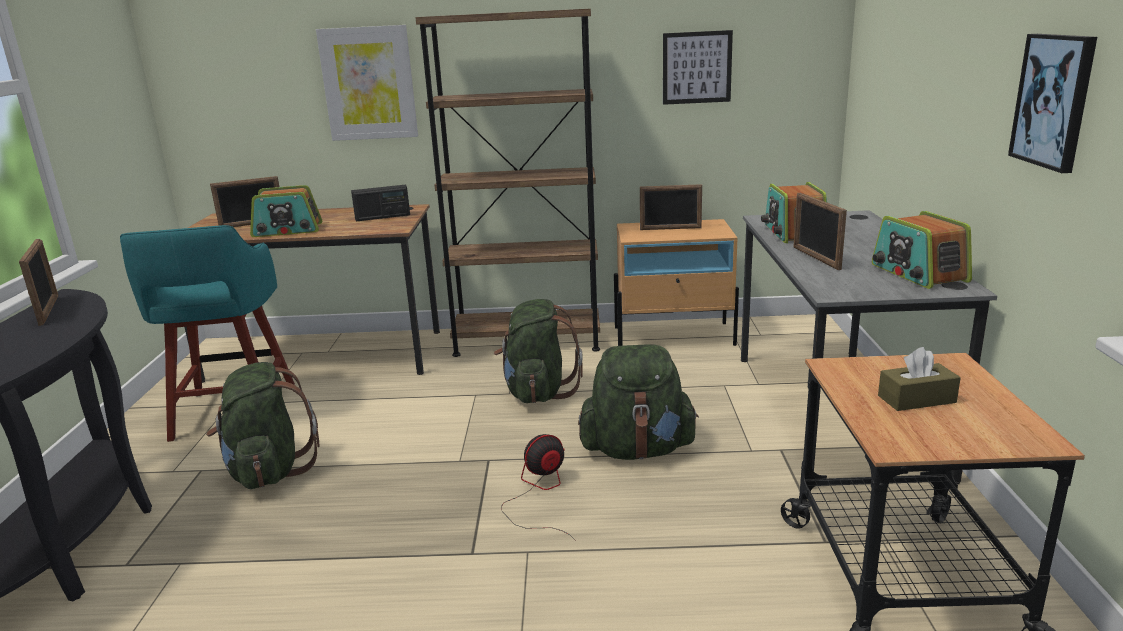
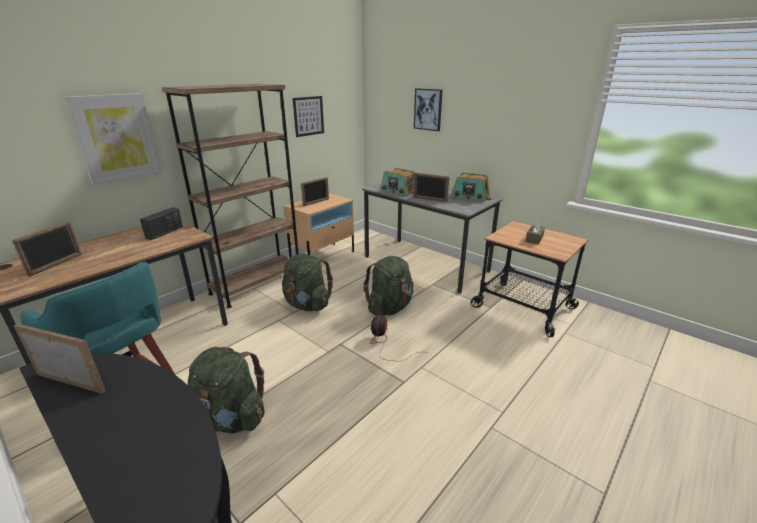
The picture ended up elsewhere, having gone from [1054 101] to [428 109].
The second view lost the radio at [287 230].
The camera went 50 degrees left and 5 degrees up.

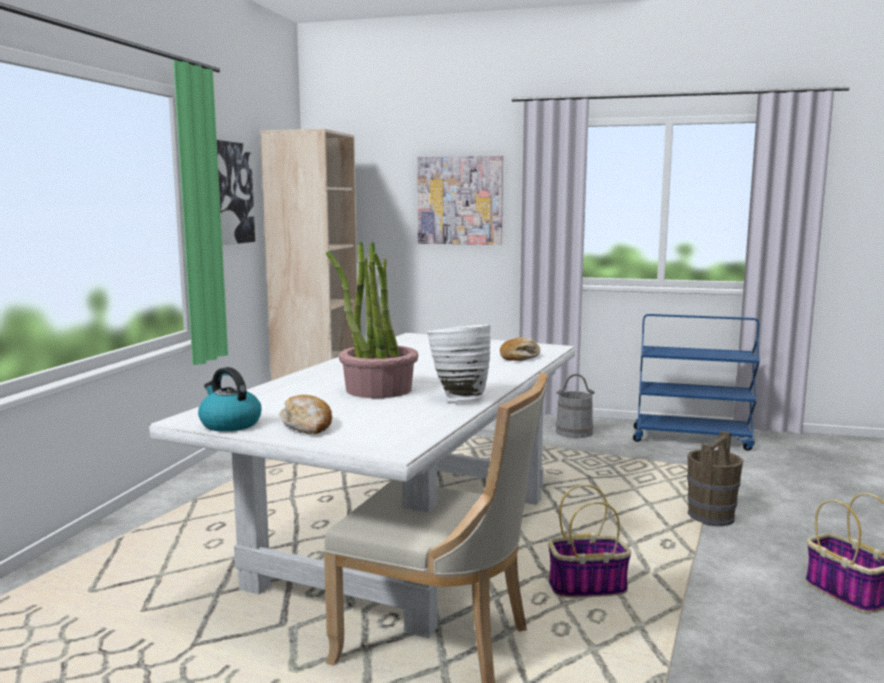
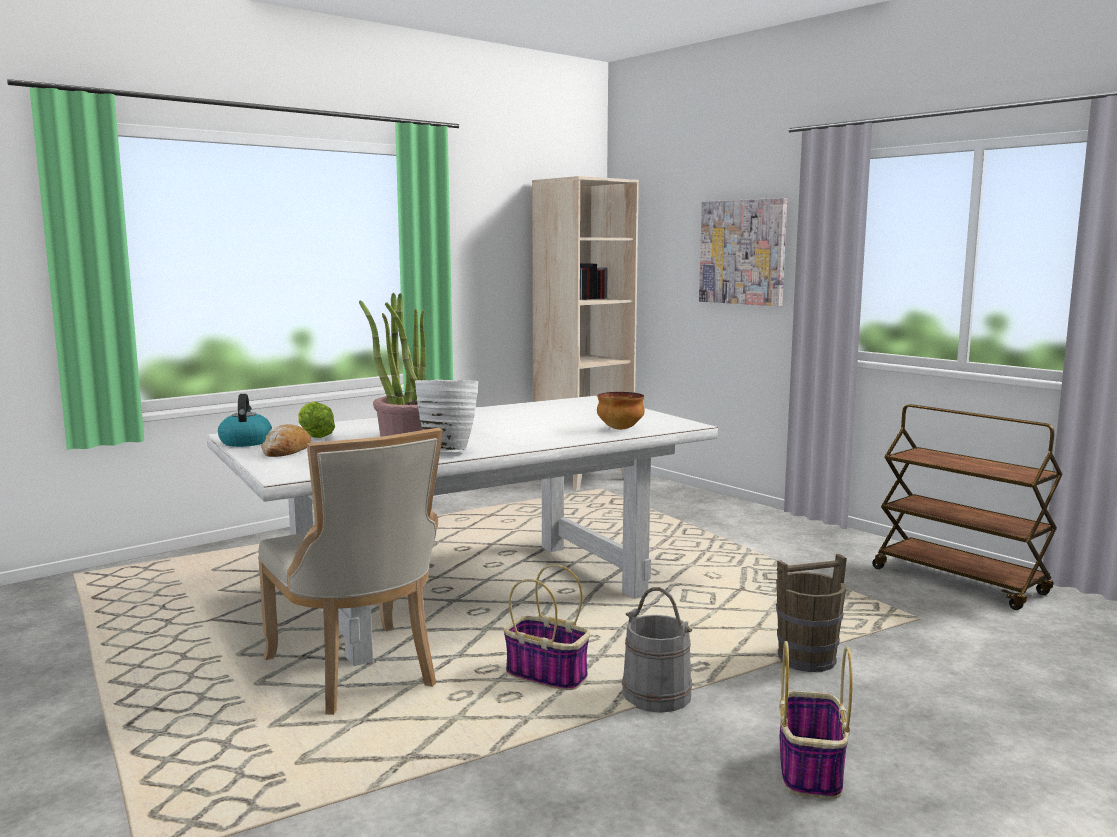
The second view gained the lettuce at [314 436].
Where the bread stood at [520 357], the bowl came to stand at [620 429].
The bucket (grey) ended up elsewhere, having gone from [574 432] to [657 695].
What was the cart (blue) at [692 439] turned into the cart (brown) at [960 581].
The second view lost the picture at [230 193].
The camera went 35 degrees right and 0 degrees up.

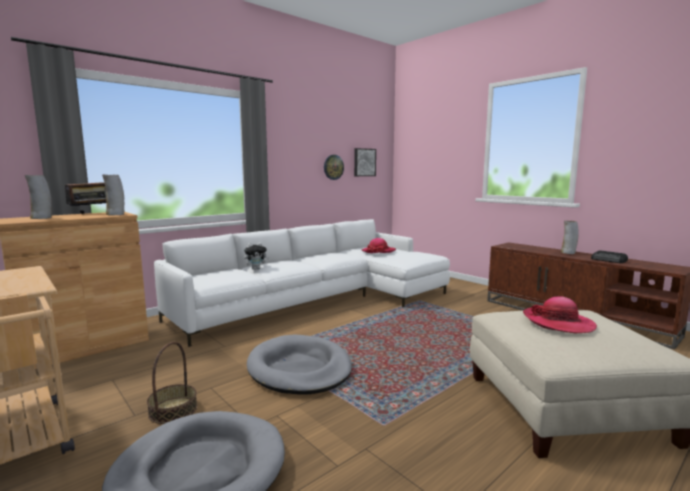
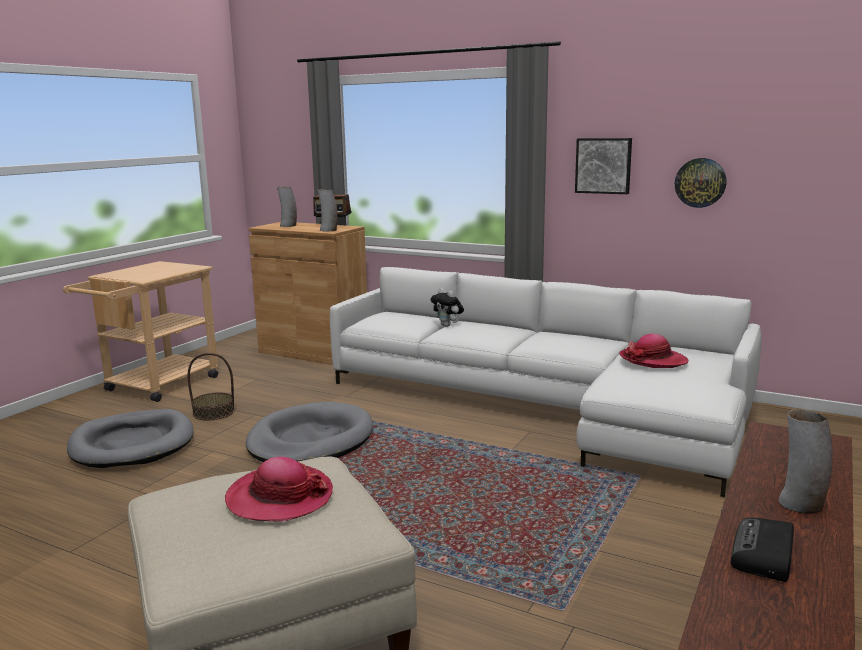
The picture ended up elsewhere, having gone from [364 162] to [603 165].
The camera went 70 degrees right and 5 degrees up.

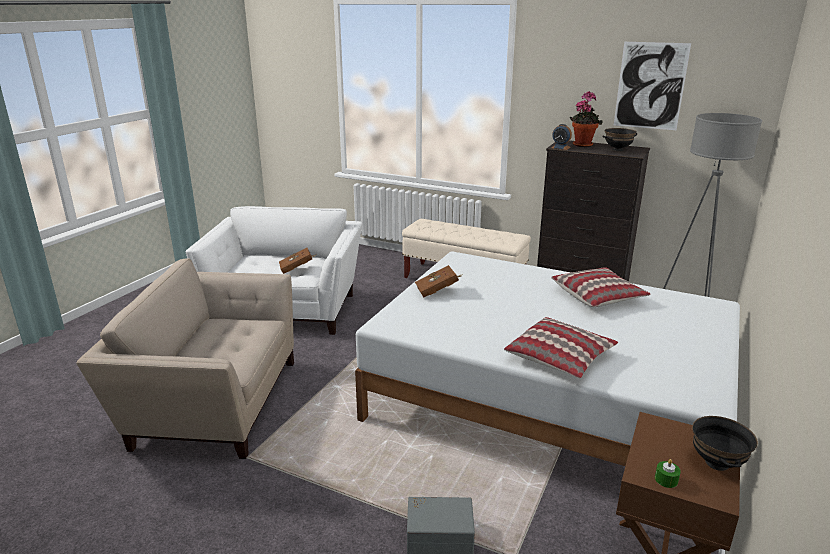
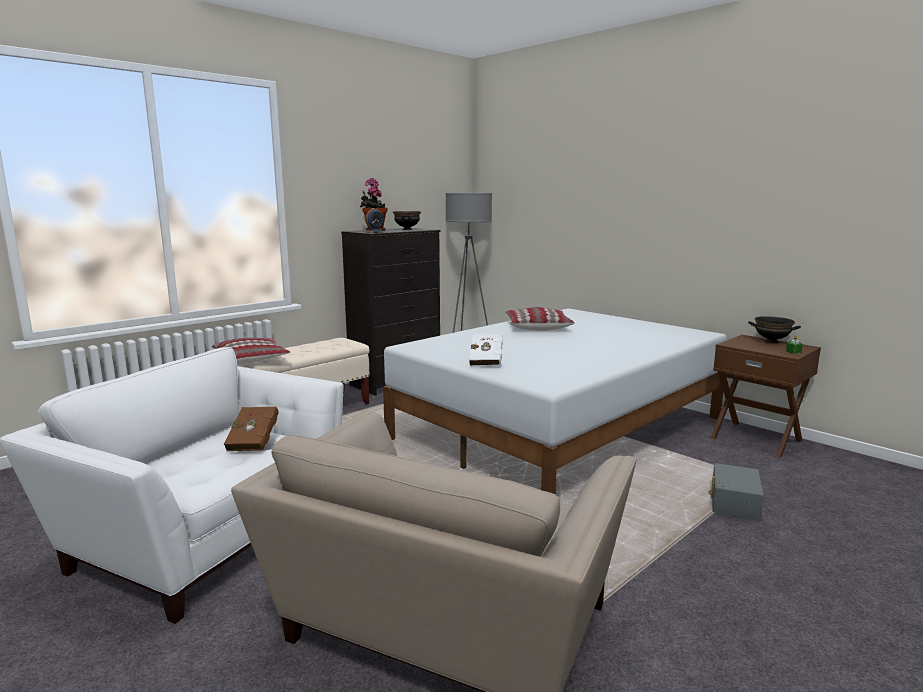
The pillow ended up elsewhere, having gone from [560 357] to [251 359].
What was the book (brown) at [438 291] turned into the book (white) at [487 361].
The second view lost the picture at [650 86].
The camera went 70 degrees left and 10 degrees down.

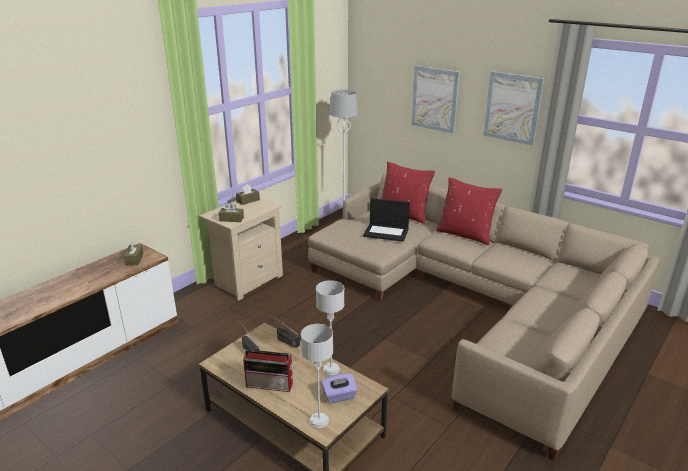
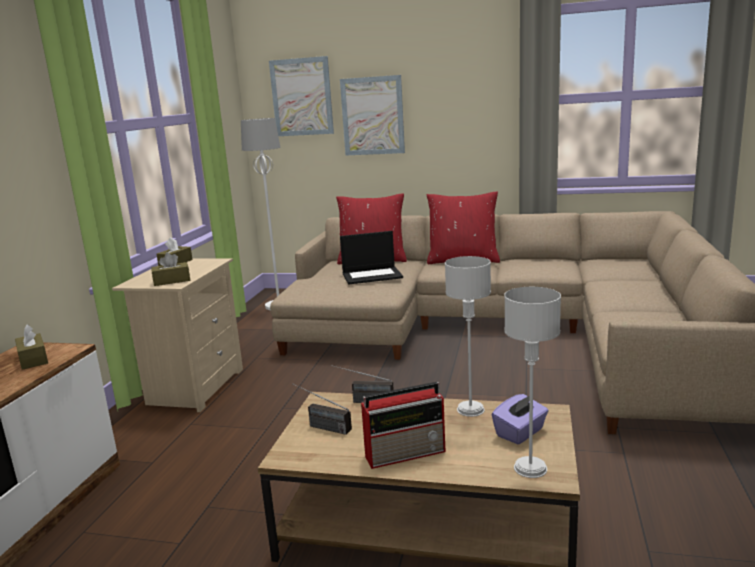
The picture ended up elsewhere, having gone from [512 108] to [302 97].
The camera went 25 degrees left and 10 degrees down.

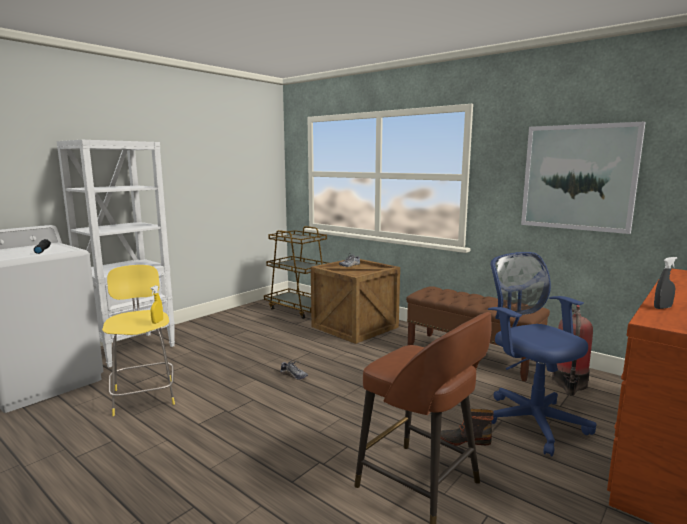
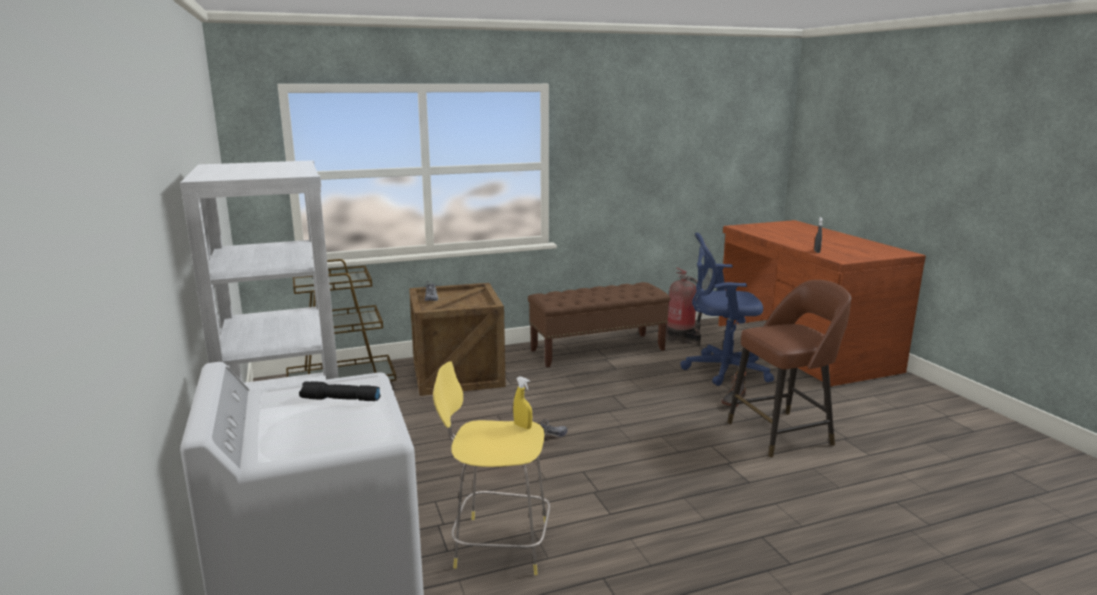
The second view lost the picture at [578 177].
The camera went 60 degrees left and 5 degrees up.

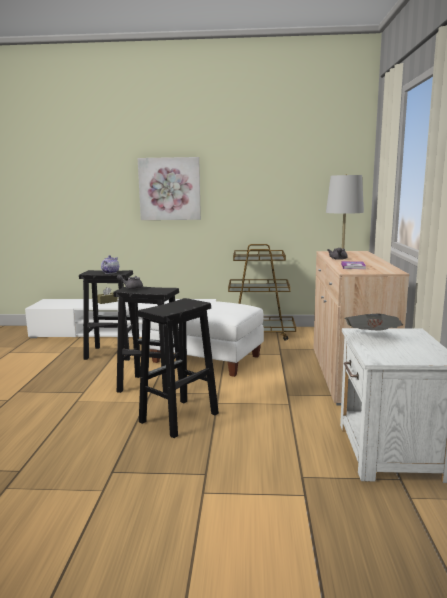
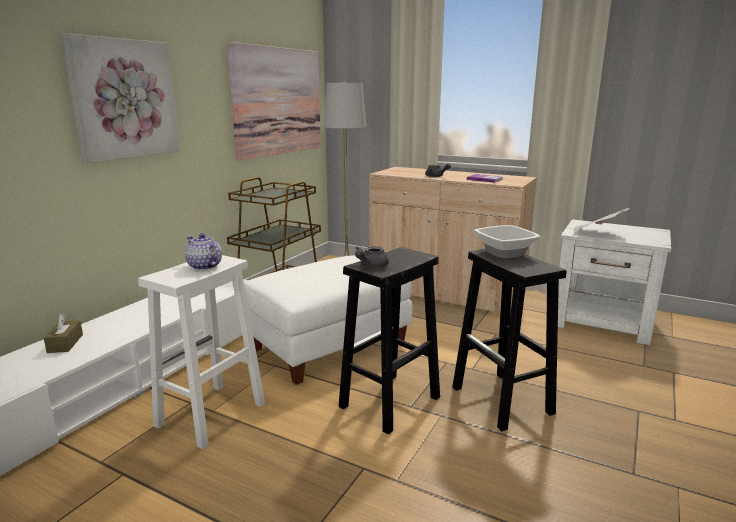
What was the stool (black) at [111 353] turned into the stool (white) at [210 415].
The second view gained the picture at [278 101].
The second view gained the bowl at [505 253].
The camera went 65 degrees left and 5 degrees up.

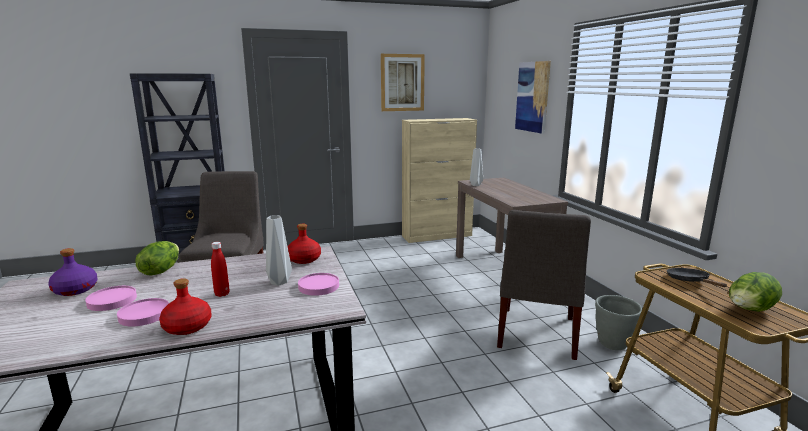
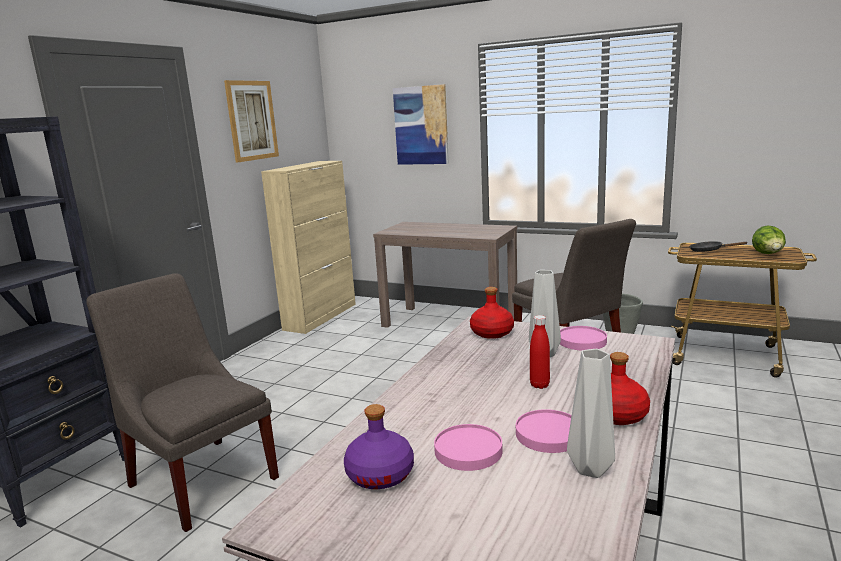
The vase (grey) ended up elsewhere, having gone from [475 185] to [591 470].
The second view lost the lettuce at [160 270].
The camera went 45 degrees left and 0 degrees up.

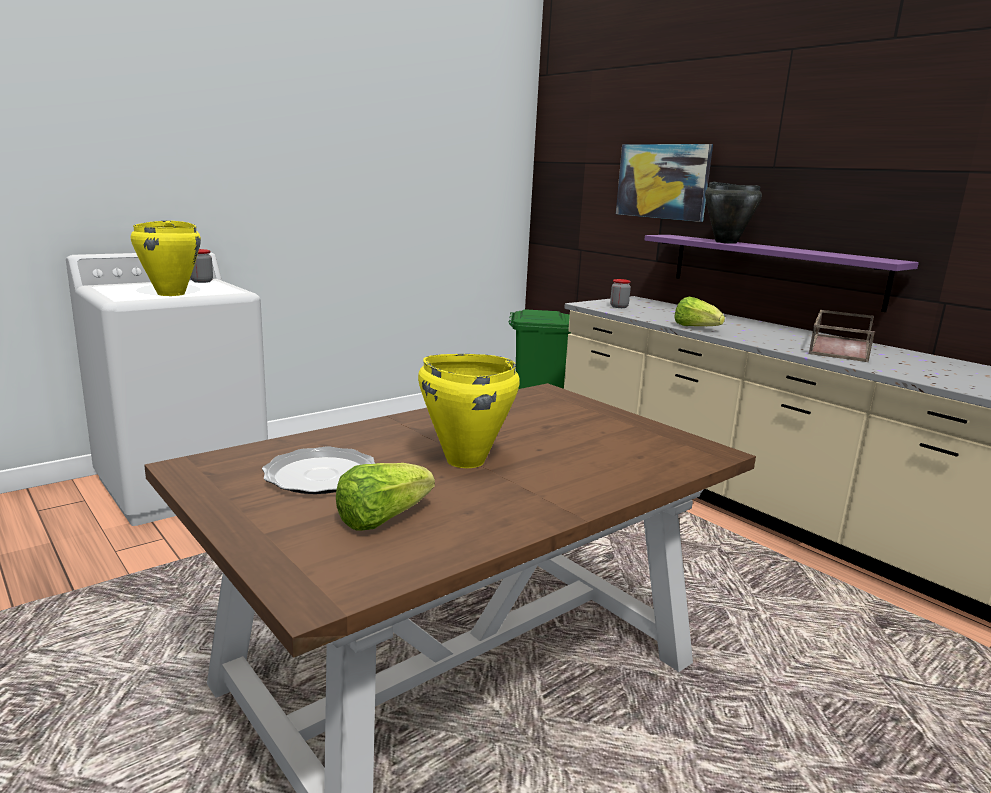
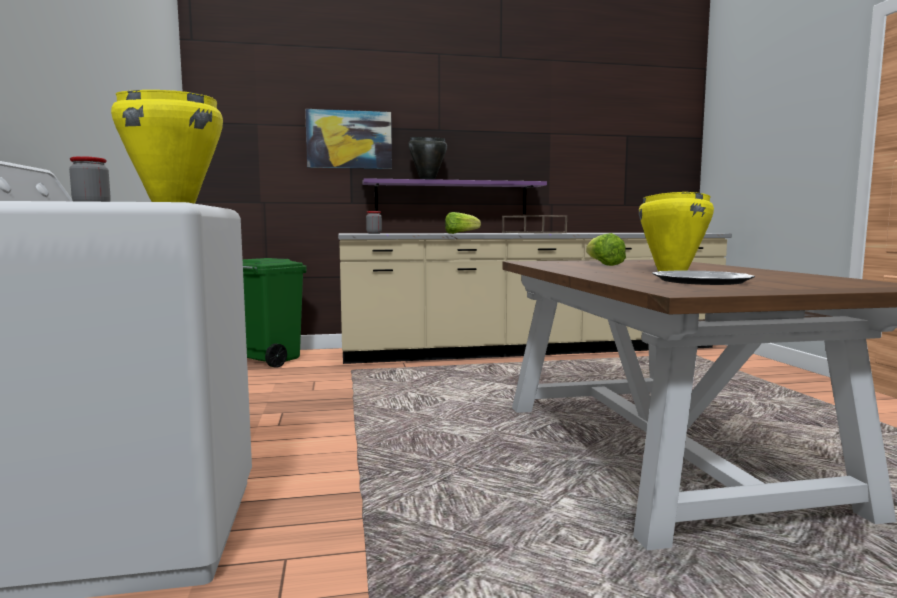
The lettuce ended up elsewhere, having gone from [382 519] to [603 265].
The camera went 60 degrees left and 10 degrees down.

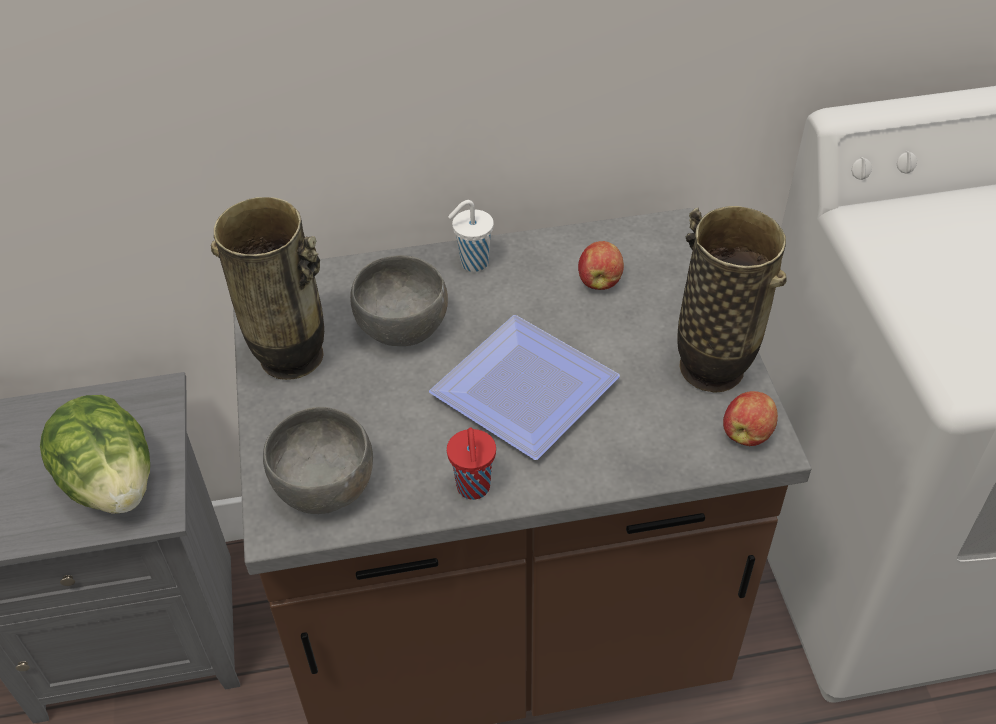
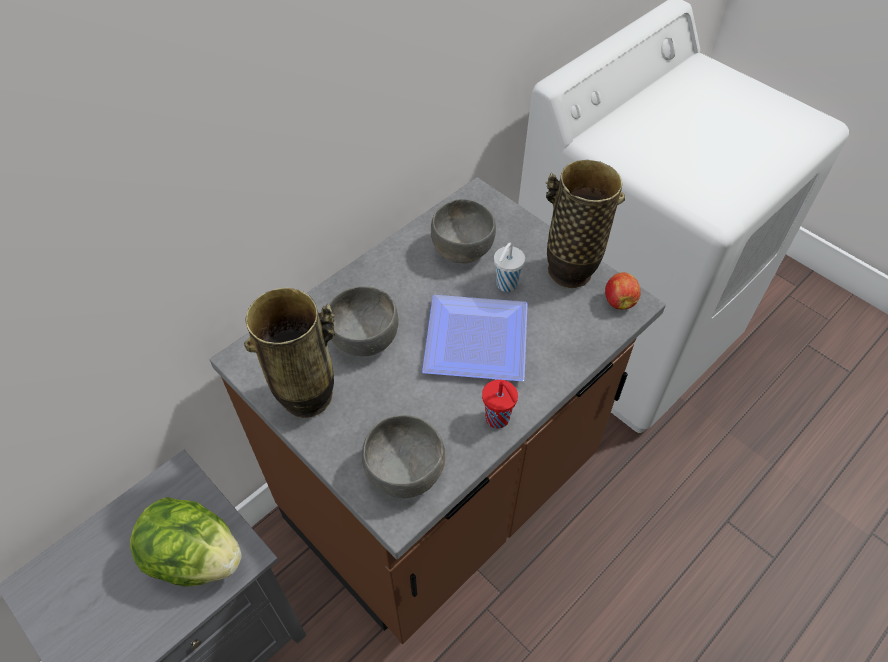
Where the apple stood at [599 281], the bowl (grey) came to stand at [462 248].
The cup (white) ended up elsewhere, having gone from [472 263] to [505 285].
The camera went 35 degrees left and 5 degrees up.

